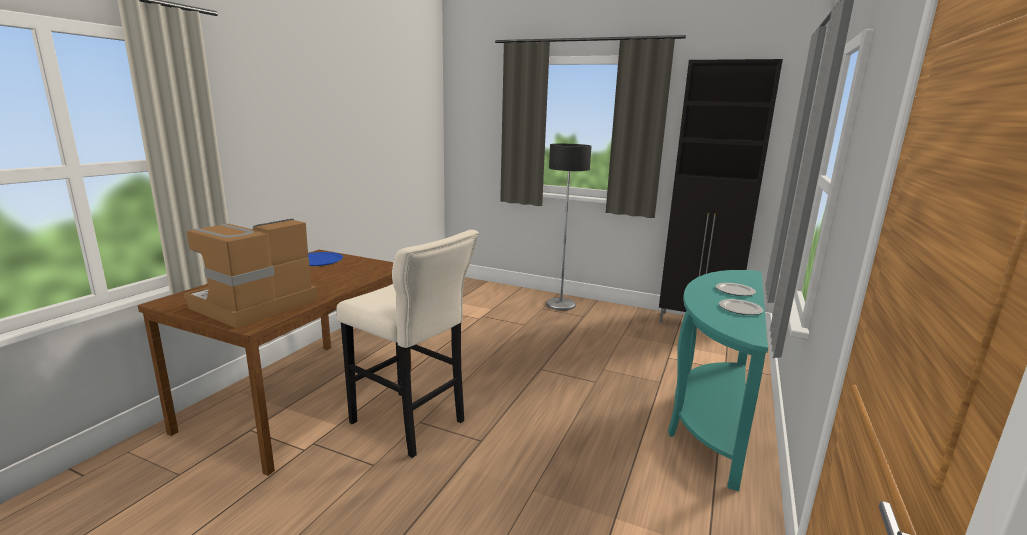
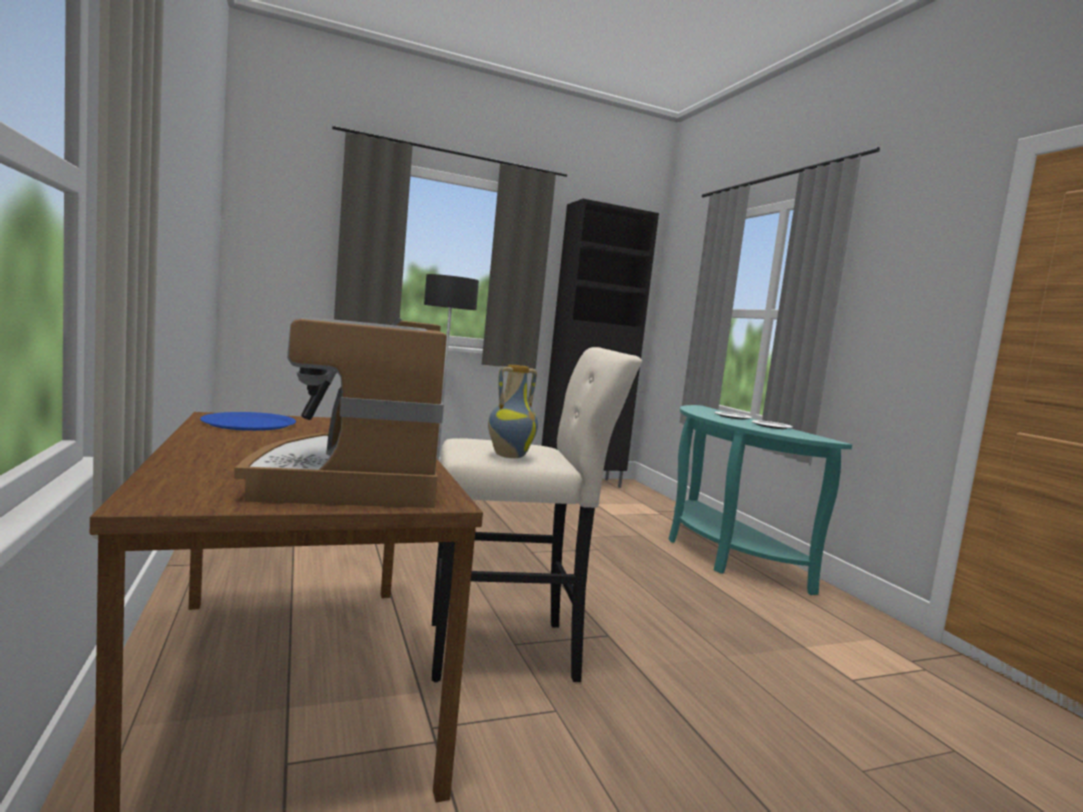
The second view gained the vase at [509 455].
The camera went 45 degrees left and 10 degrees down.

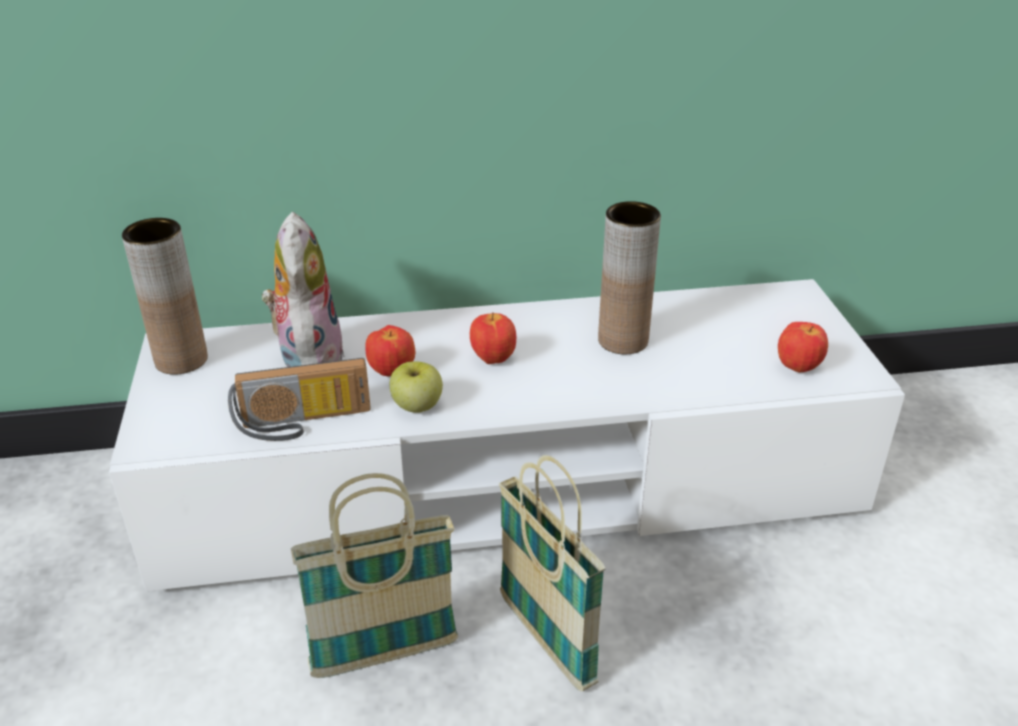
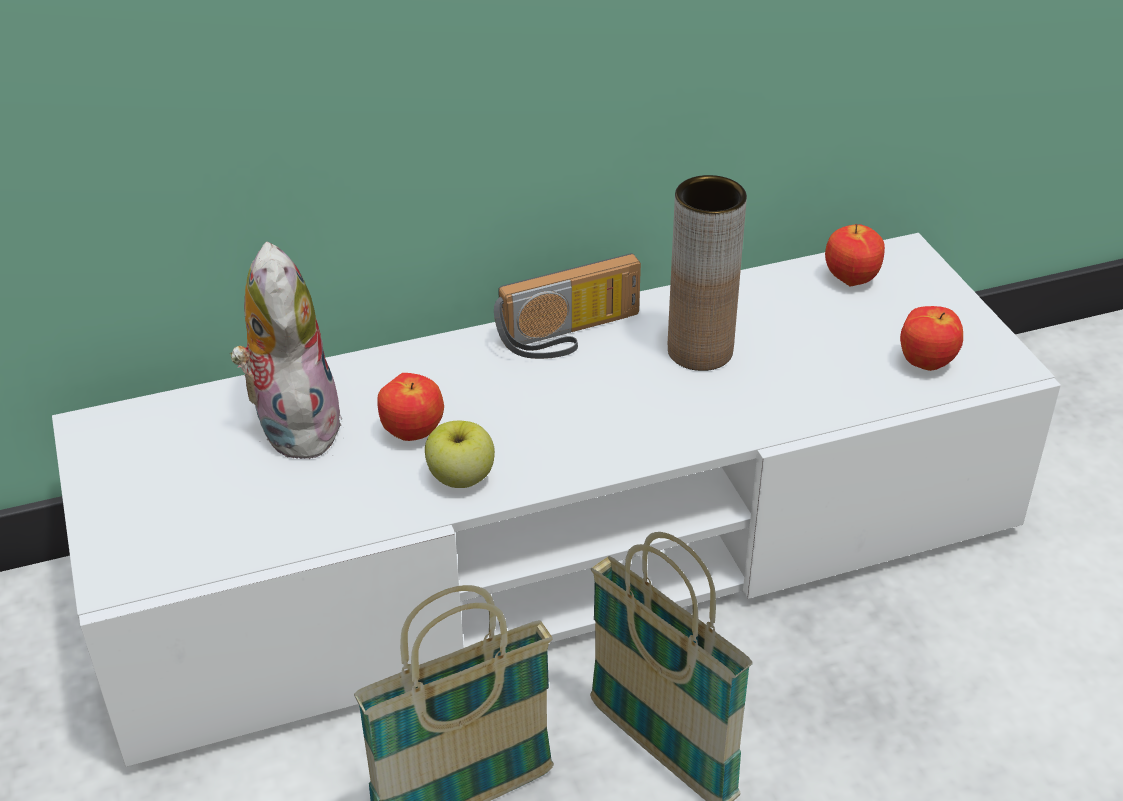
The radio ended up elsewhere, having gone from [303 423] to [571 336].
The apple ended up elsewhere, having gone from [492 359] to [850 280].
The second view lost the vase (brown) at [181 360].
The camera went 10 degrees left and 5 degrees up.

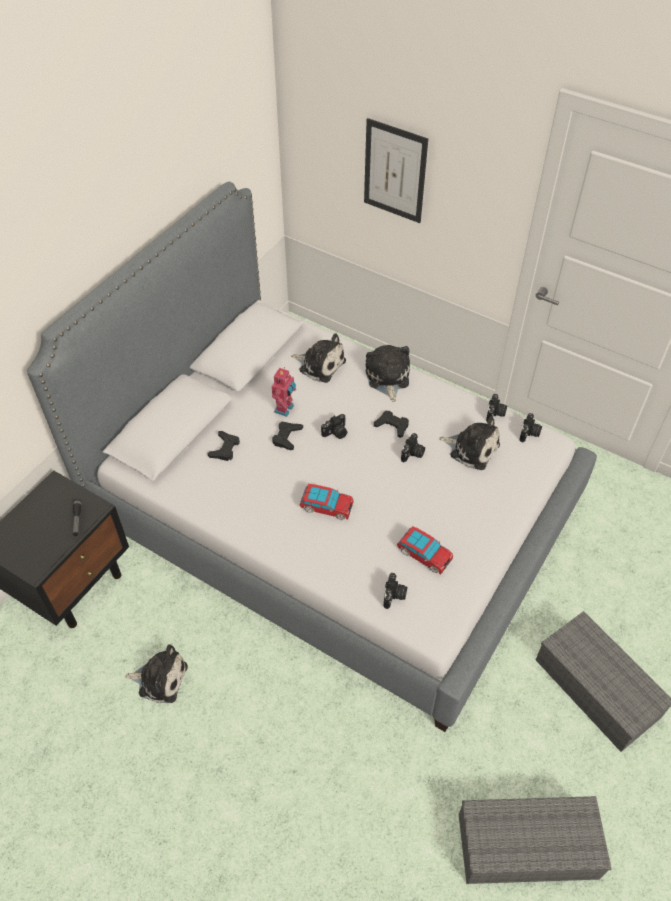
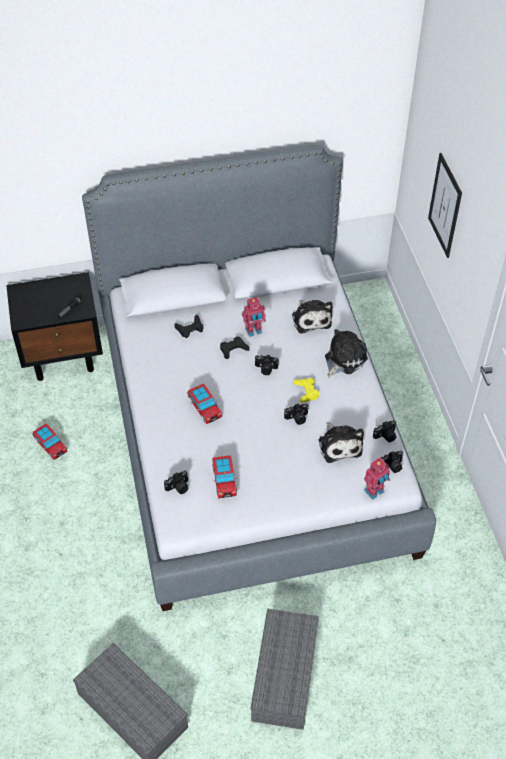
Where the plush toy stood at [160 678], the toy car came to stand at [50 445].
What was the game controller (black) at [392 426] turned into the game controller (yellow) at [306 391].
The second view gained the toy robot at [375 492].
The camera went 45 degrees right and 0 degrees up.

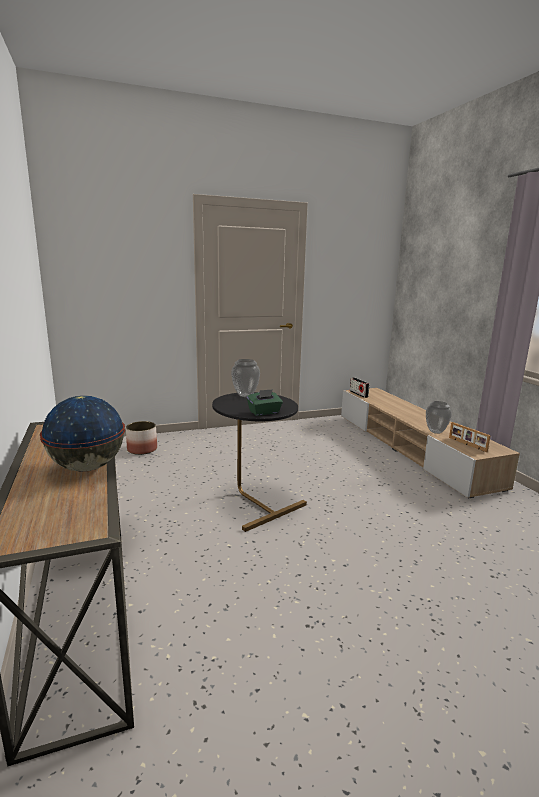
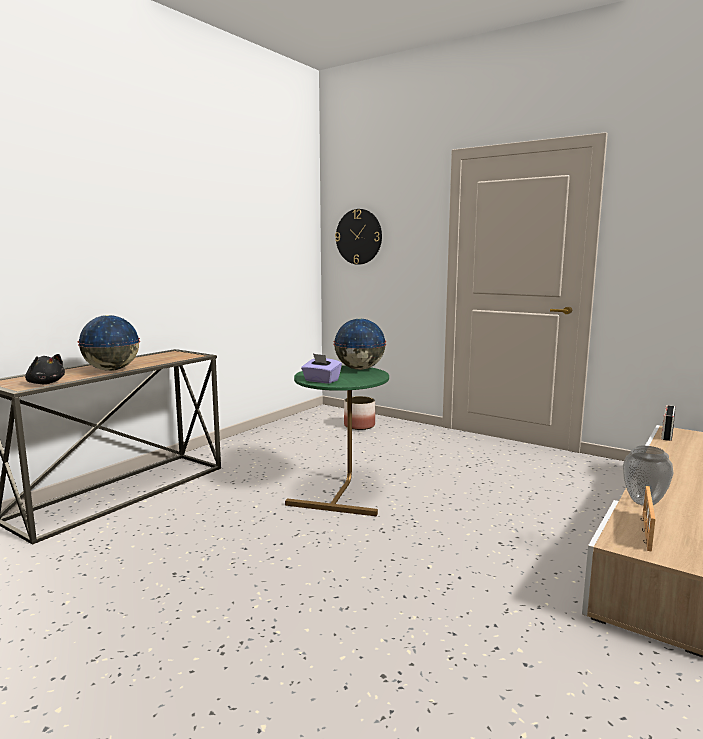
The second view gained the plush toy (black) at [45 383].
What was the side table (black) at [254 502] turned into the side table (green) at [342 493].
What was the tissue box (green) at [264 412] turned into the tissue box (purple) at [321 381].
Where the vase stood at [245 395], the globe came to stand at [359 369].
The second view gained the wall clock at [359 236].
The camera went 55 degrees right and 5 degrees down.

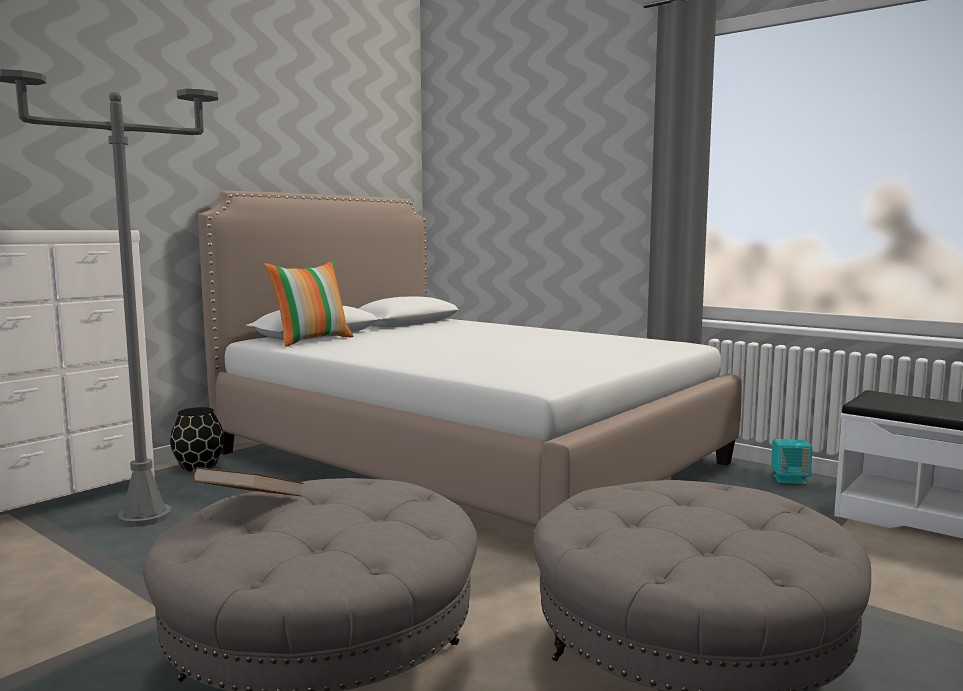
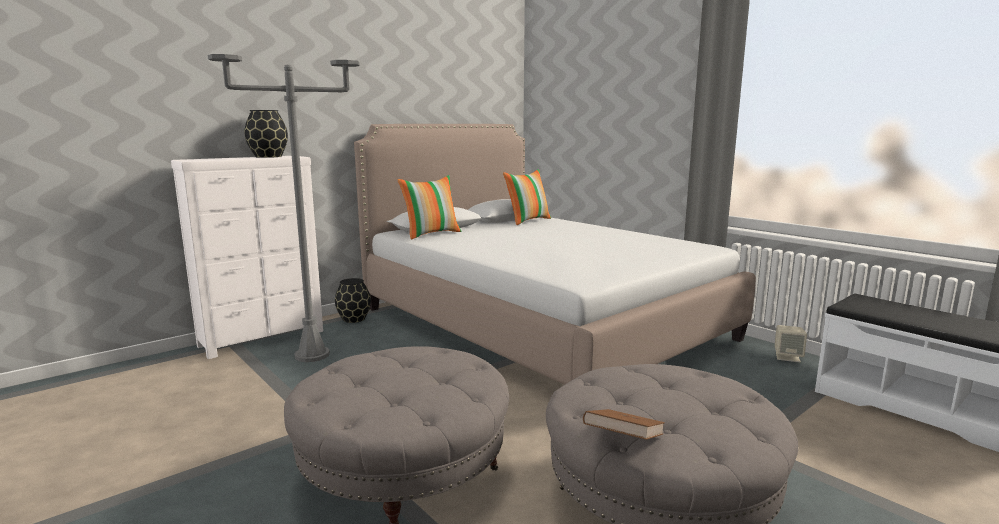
The second view gained the vase (black) at [268 156].
The second view gained the pillow at [528 220].
The book (brown) ended up elsewhere, having gone from [250 505] to [623 442].
What was the speaker (turquoise) at [789 479] turned into the speaker (beige) at [788 357].
The camera went 10 degrees right and 5 degrees up.

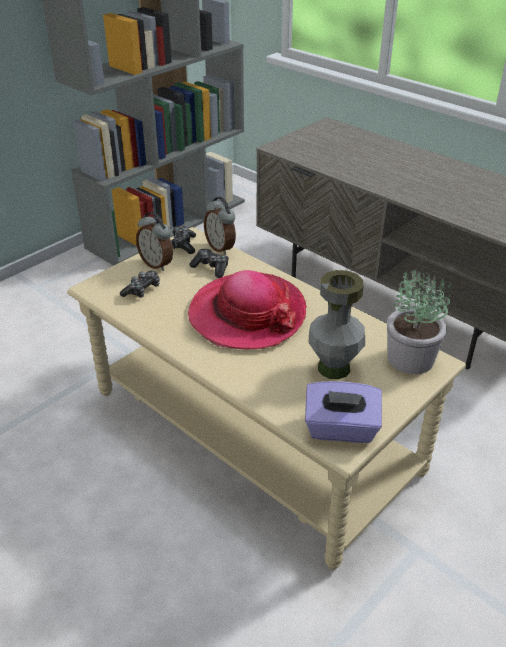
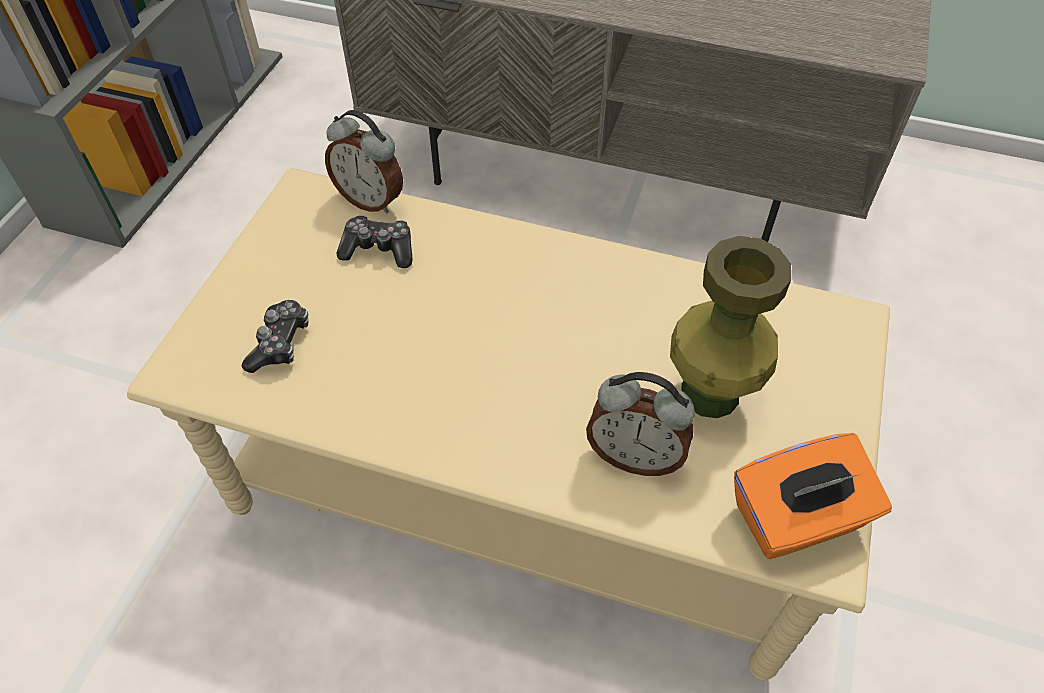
The alarm clock ended up elsewhere, having gone from [157 264] to [634 456].
What was the vase (grey) at [334 368] turned into the vase (green) at [710 393].
What was the tissue box (purple) at [341 429] turned into the tissue box (orange) at [798 518].
The second view lost the game controller at [184 245].
The second view lost the hat at [247 314].
The second view lost the potted plant at [410 359].
The camera went 25 degrees left and 15 degrees up.

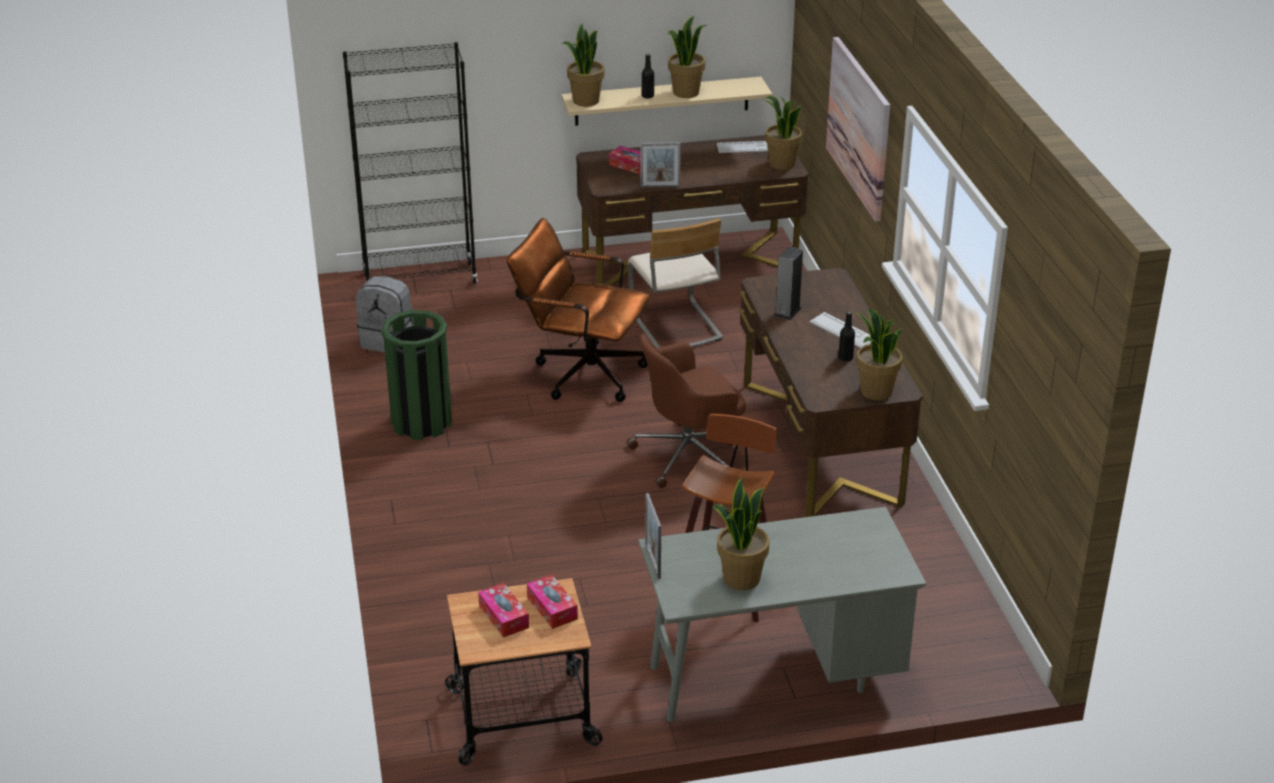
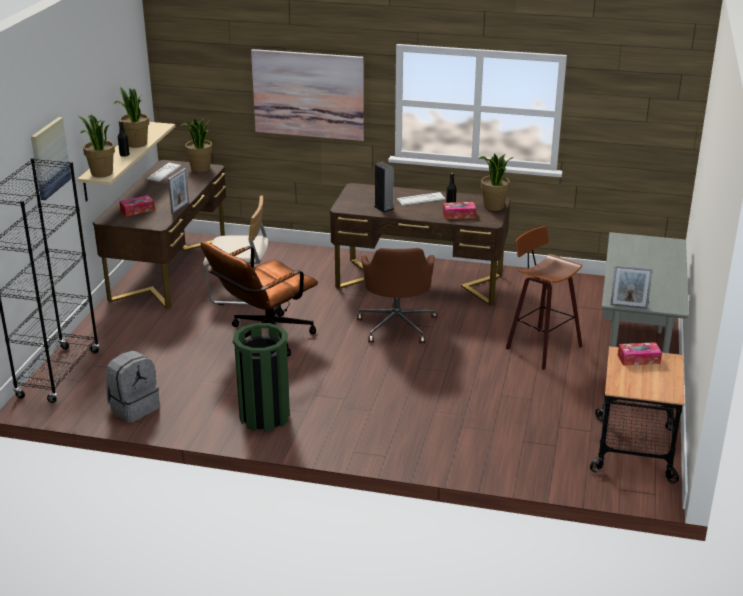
The second view gained the picture at [49 158].
The tissue box ended up elsewhere, having gone from [504 617] to [459 215].
The second view lost the potted plant at [741 578].
The camera went 65 degrees left and 5 degrees down.

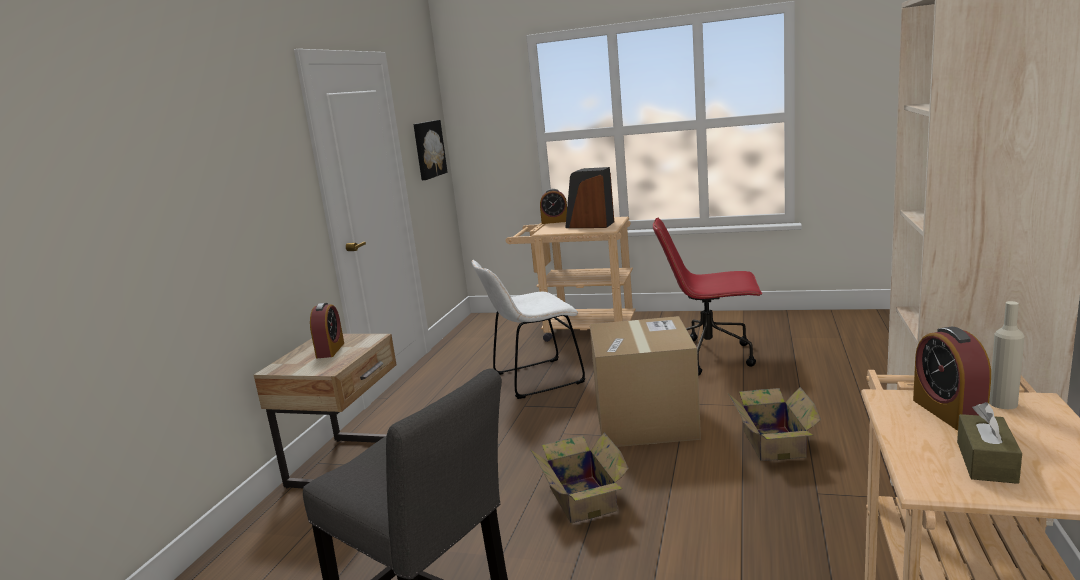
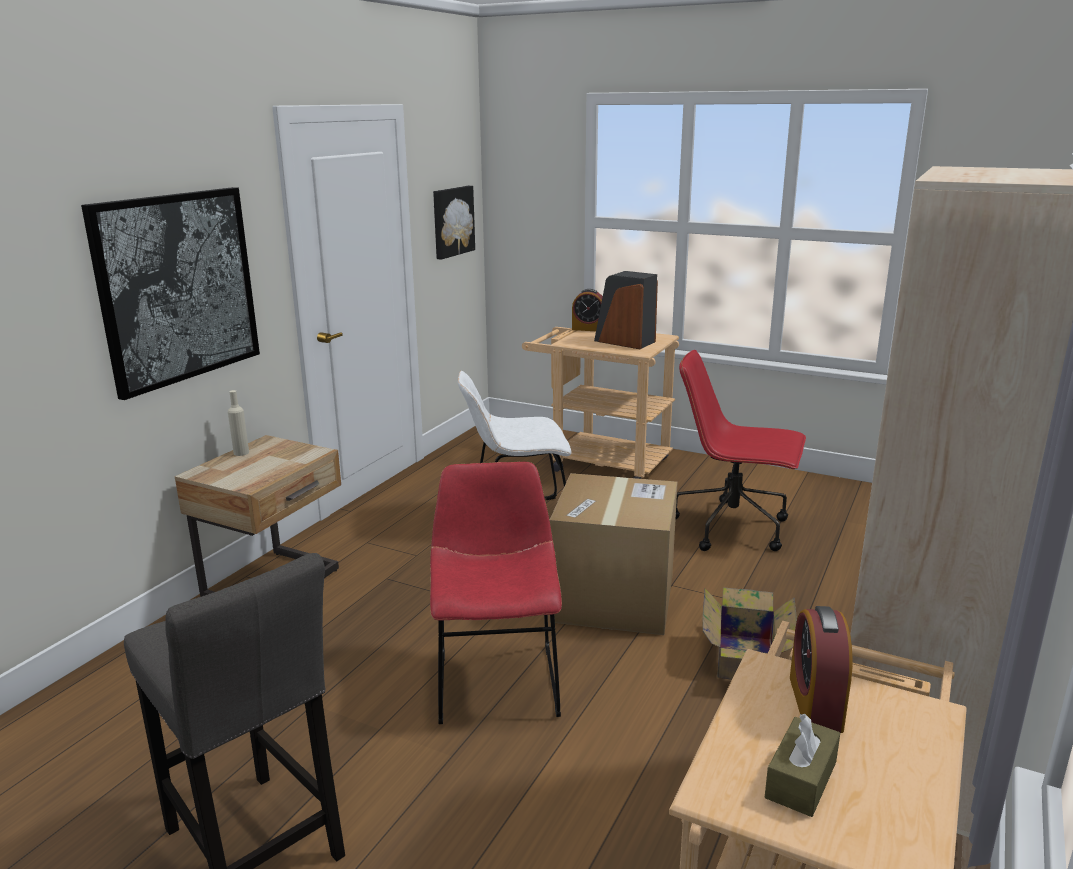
The second view gained the picture at [178 288].
The bottle (beige) ended up elsewhere, having gone from [1003 403] to [241 453].
Where the cardboard box stood at [582 497], the chair (red) came to stand at [497 678].
The second view lost the alarm clock at [330 350].
The camera went 10 degrees right and 5 degrees up.

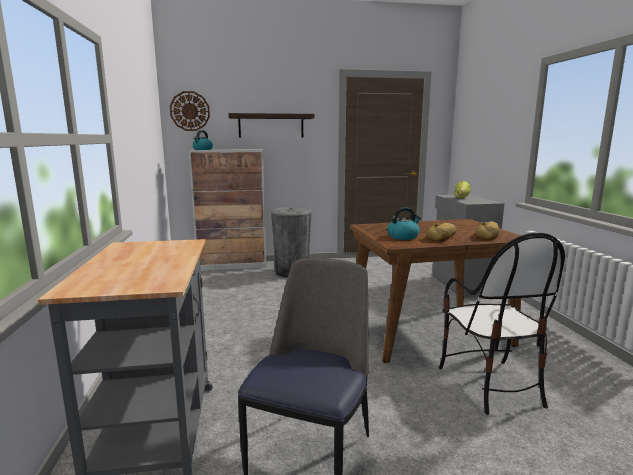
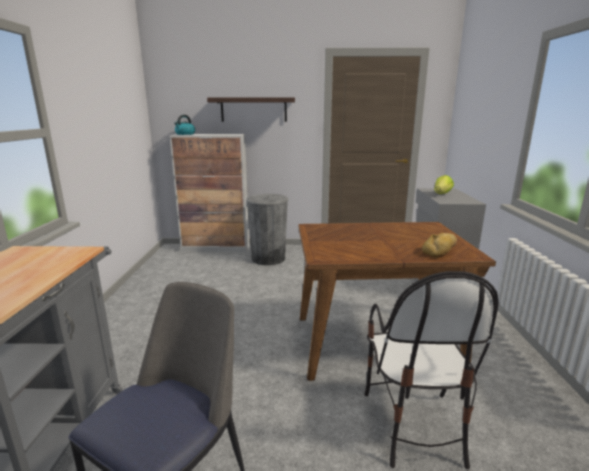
The second view lost the wall clock at [190 111].
The second view lost the kettle at [403 236].
The second view lost the bread at [442 237].
The camera went 10 degrees right and 5 degrees up.

